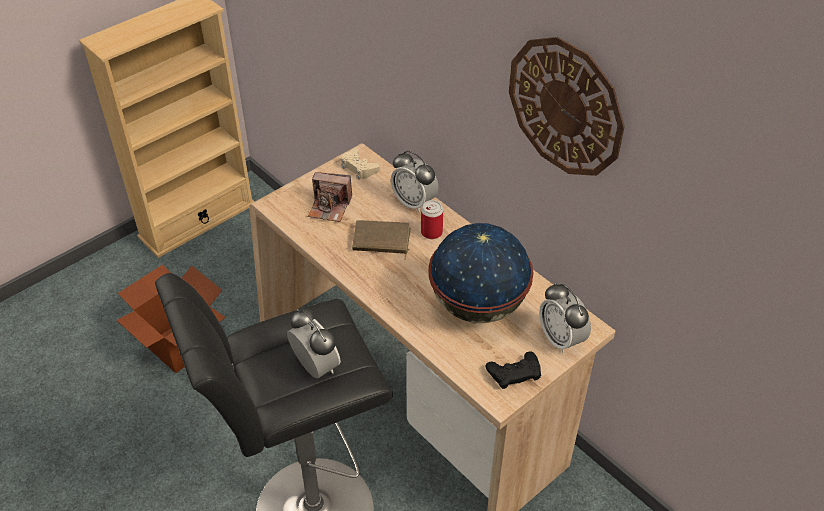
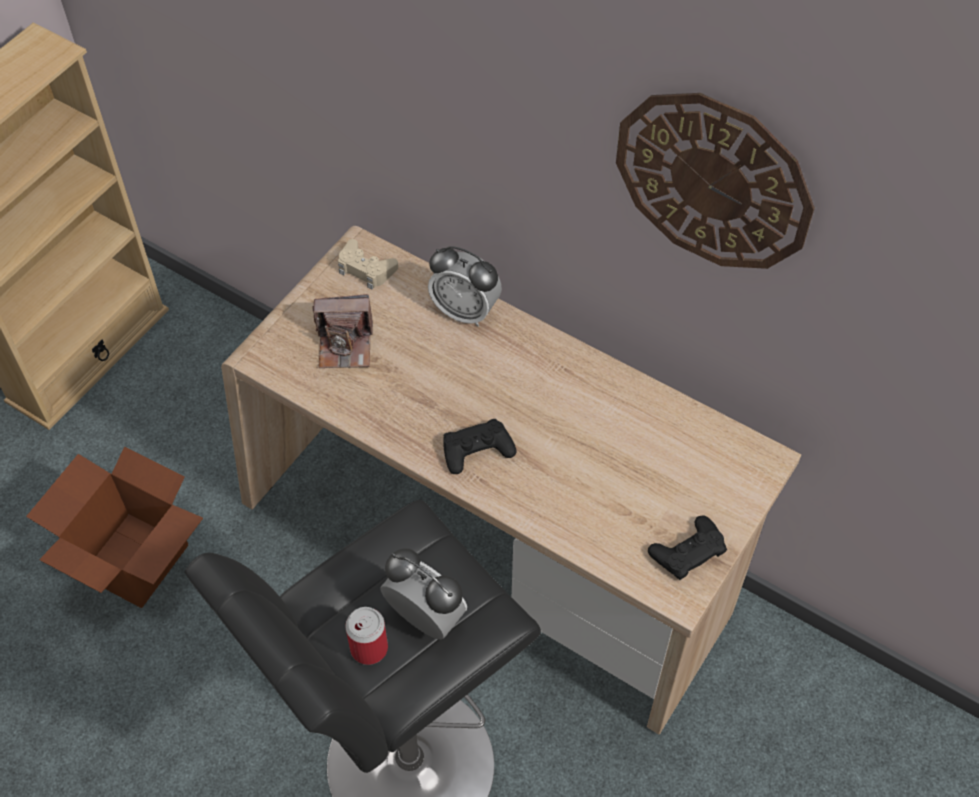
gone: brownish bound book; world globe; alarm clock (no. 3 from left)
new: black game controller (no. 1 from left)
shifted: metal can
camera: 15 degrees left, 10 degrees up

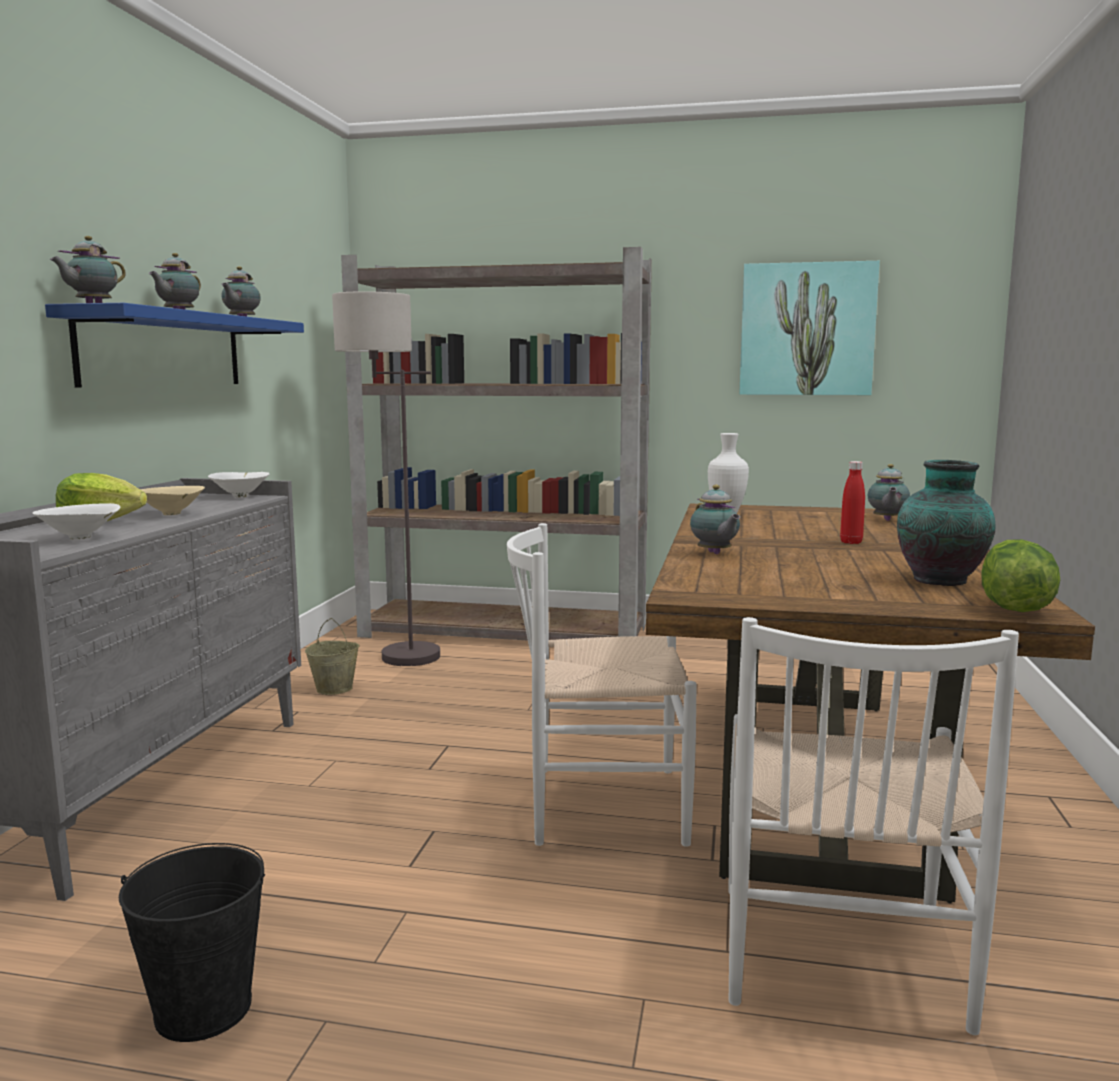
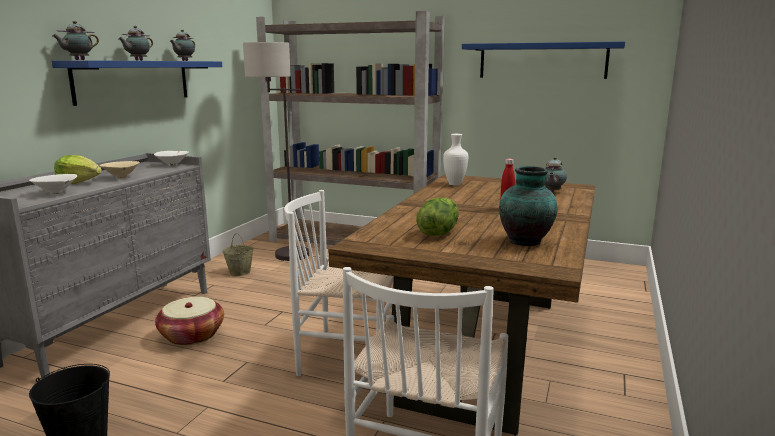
gone: pot for tea (no. 4 from left)
new: storage basket
shifted: lettuce (no. 2 from left)
swapped: wall picture to bluish wall shelf (no. 2 from left)
camera: 10 degrees right, 5 degrees up

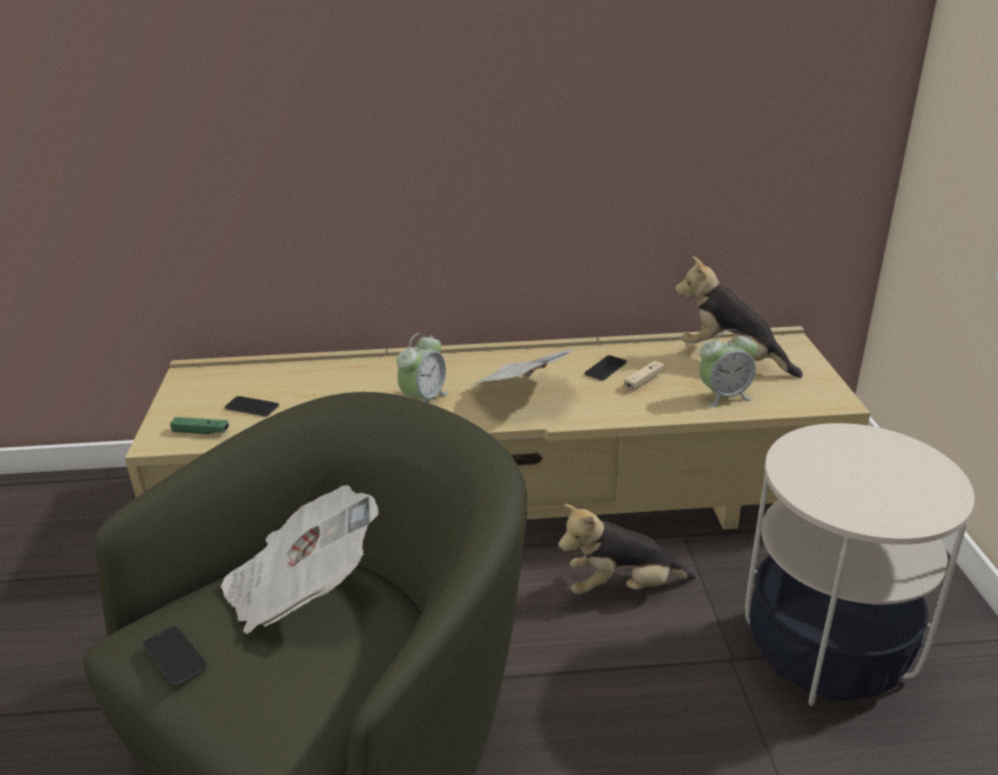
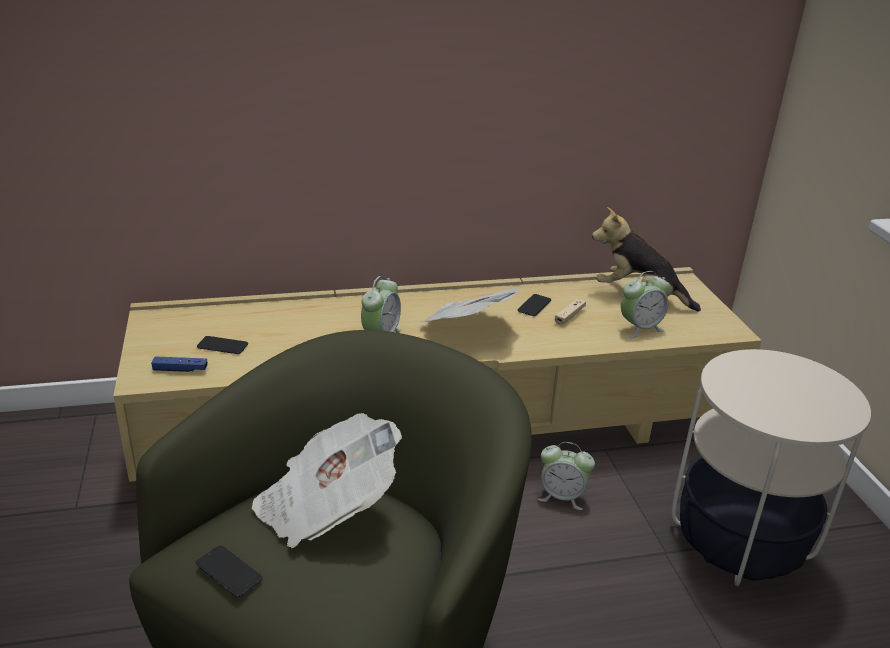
swapped: soft toy (no. 1 from left) to alarm clock (no. 2 from left)
repainted: greenish game controller to bluish game controller
camera: 10 degrees left, 0 degrees up

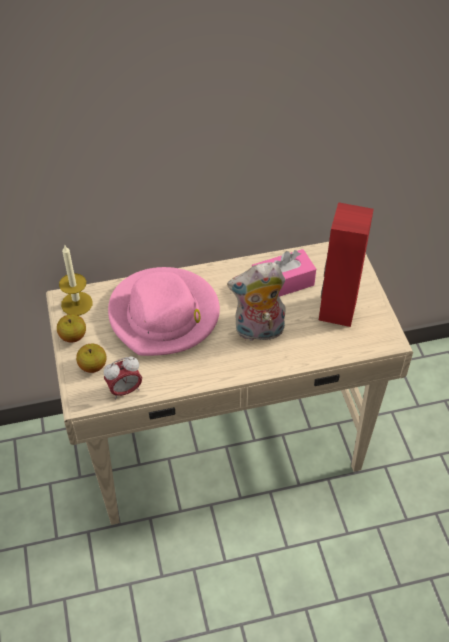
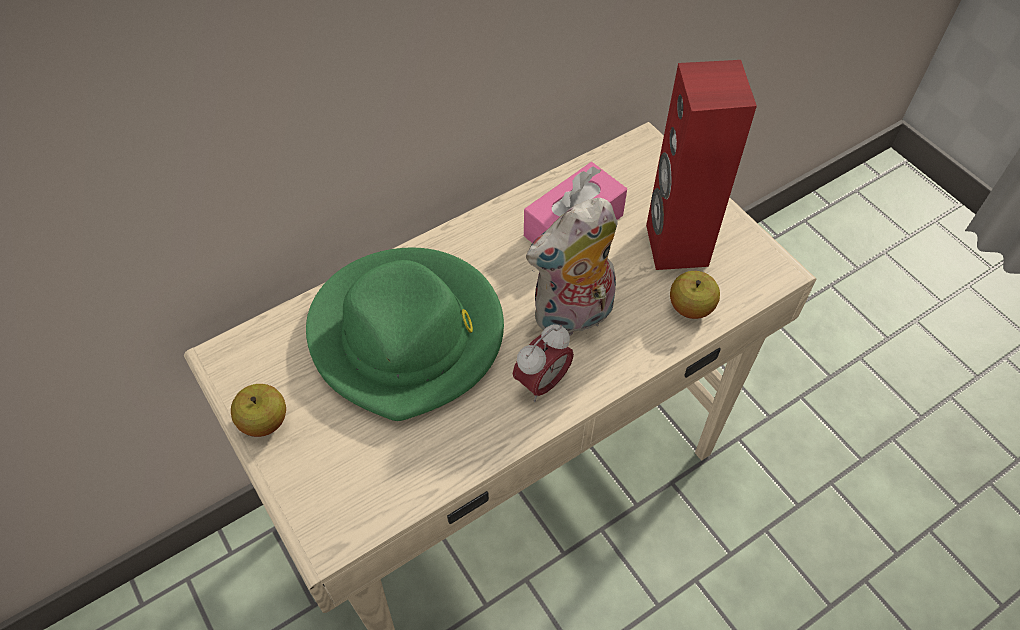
gone: wax candle
shifted: apple (no. 2 from left); alarm clock
repainted: pink hat to greenish hat
camera: 20 degrees left, 5 degrees up

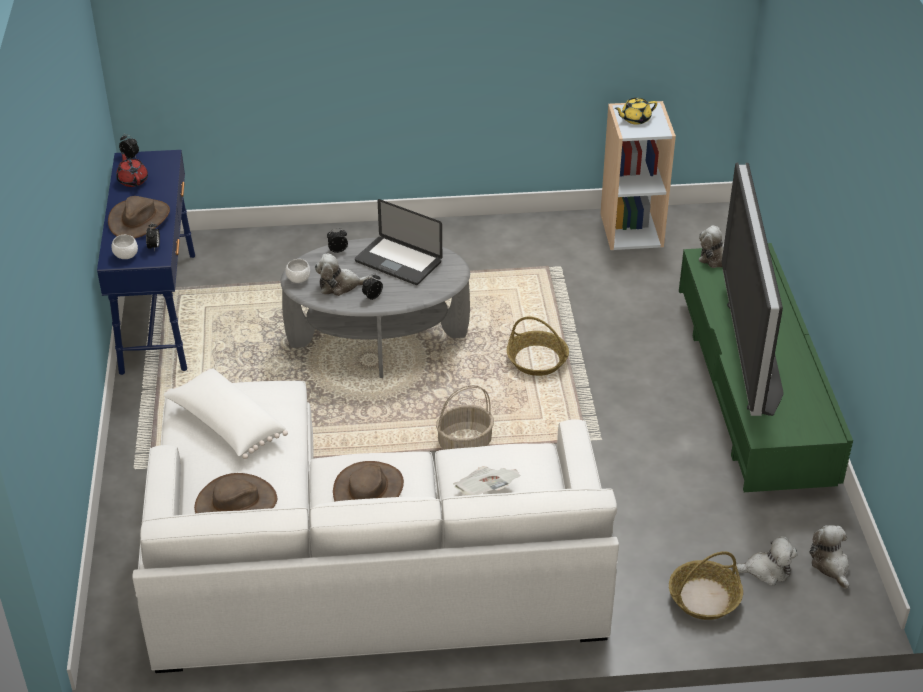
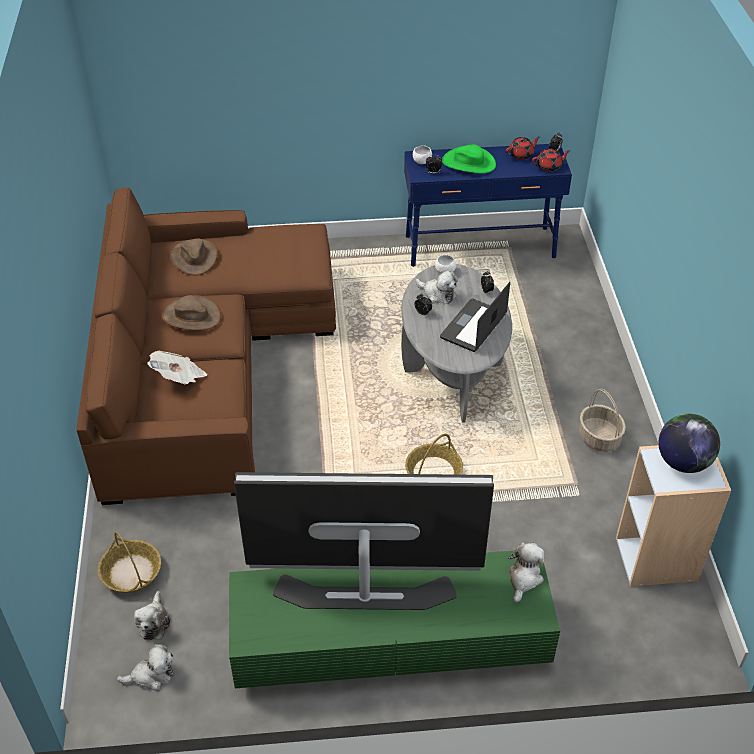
gone: white-coloured throw pillow
new: red pot for tea (no. 2 from left)
shifted: storage basket (no. 1 from left in the first image) to storage basket (no. 3 from left)
swapped: yellow pot for tea to world globe
repainted: brownish hat (no. 1 from left) to greenish hat; white-coloured sofa to brownish sofa
rotated: soft toy (no. 1 from left in the first image) 135 degrees clockwise
camera: 90 degrees right, 5 degrees up

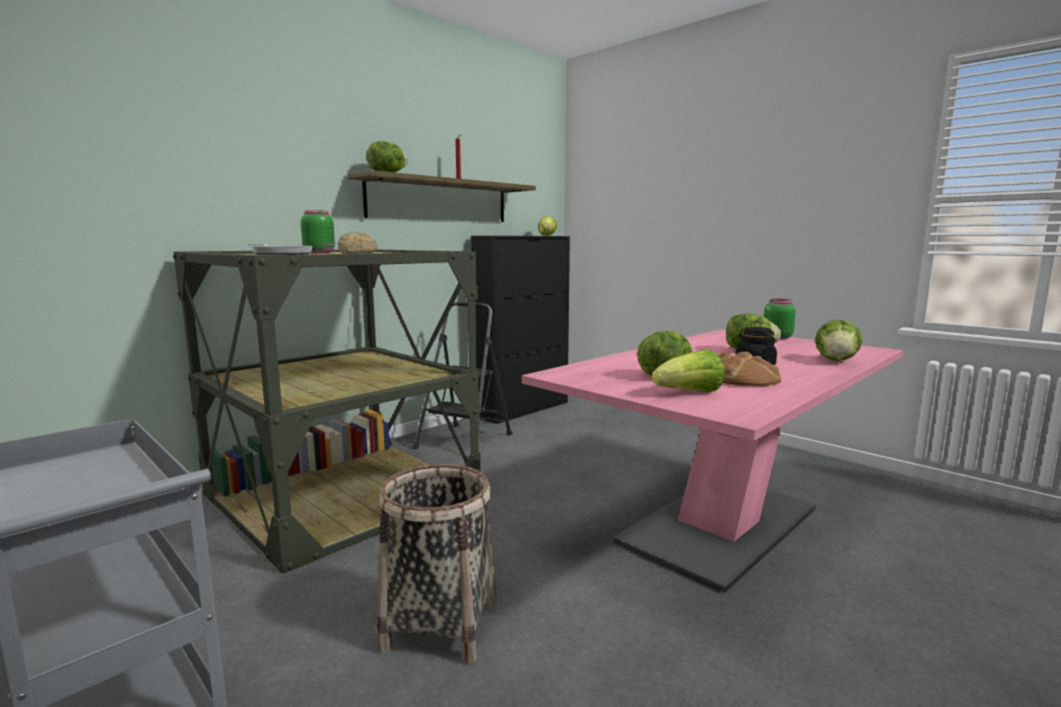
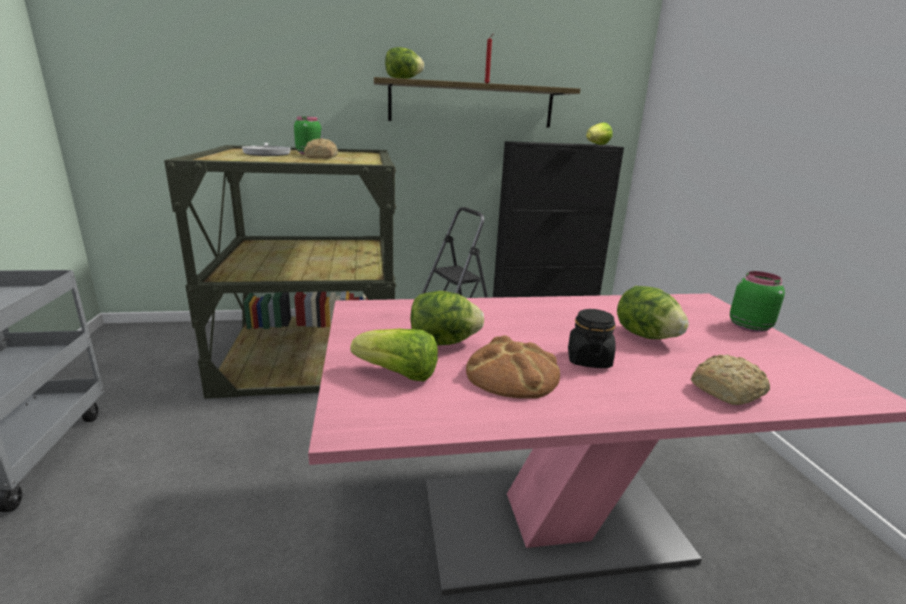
gone: storage basket
swapped: lettuce (no. 6 from left) to bread (no. 3 from left)
camera: 35 degrees right, 10 degrees up

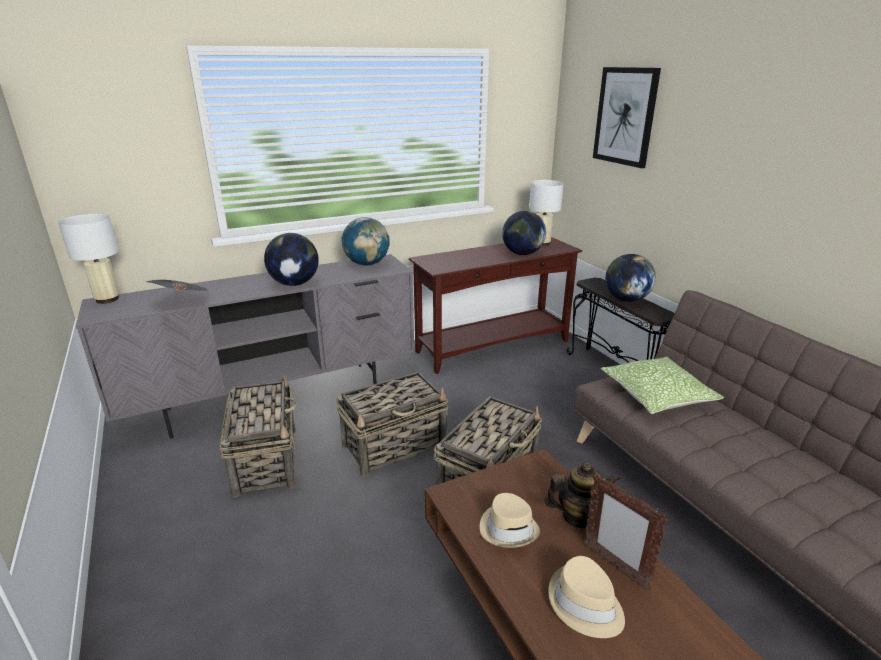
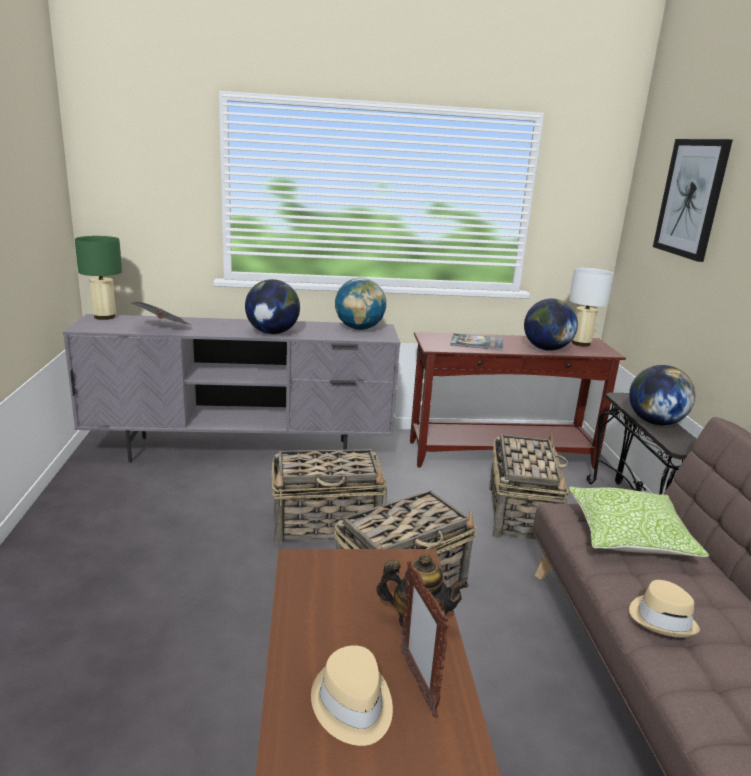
new: bound book
shifted: storage basket (no. 1 from left in the first image) to storage basket (no. 3 from left); sand-coloured hat (no. 1 from left in the first image) to sand-coloured hat (no. 2 from left)
repainted: white-coloured tabletop lamp (no. 1 from left) to greenish tabletop lamp
camera: 20 degrees right, 5 degrees down

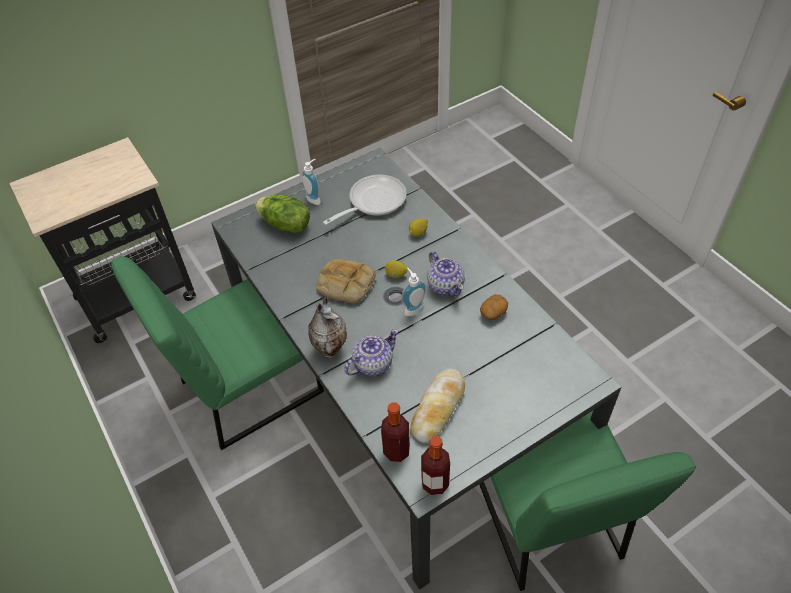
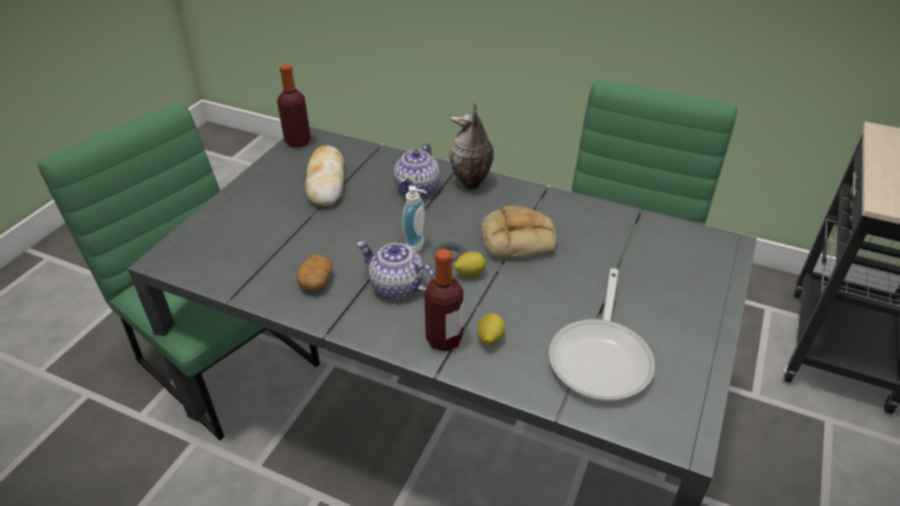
gone: soap dispenser (no. 1 from left); lettuce
shifted: beverage bottle (no. 1 from left in the first image) to beverage bottle (no. 2 from left)
camera: 145 degrees right, 10 degrees down

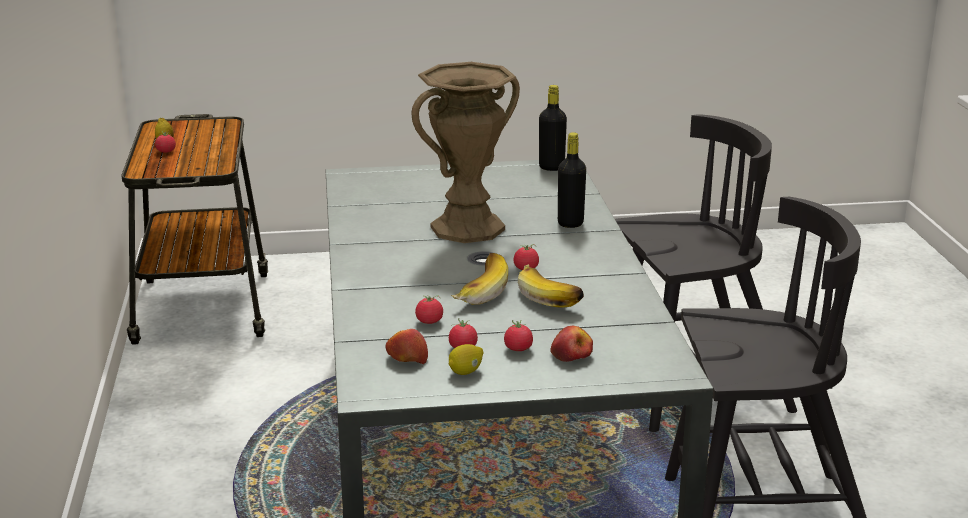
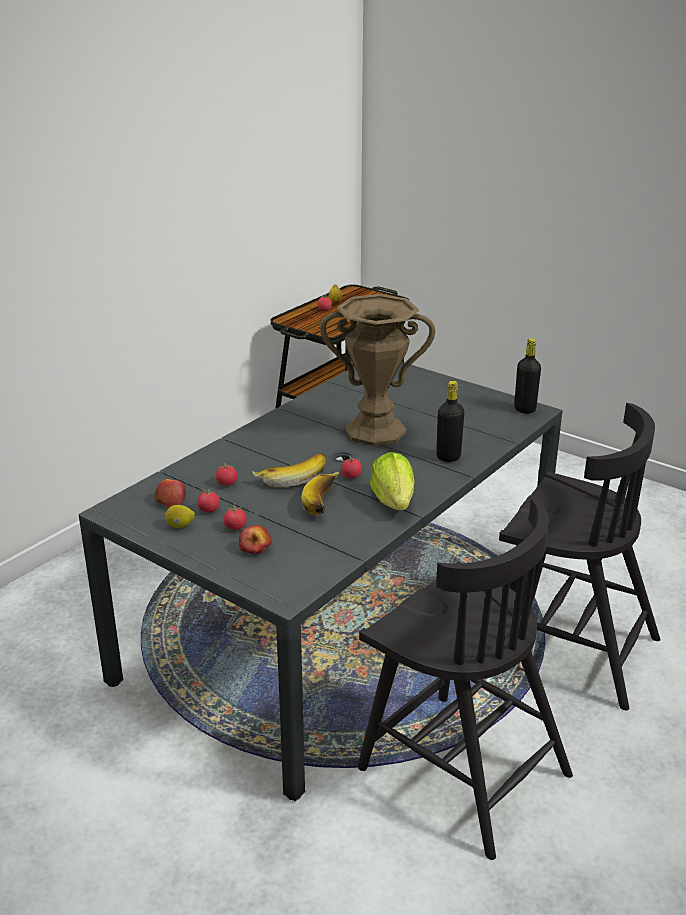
new: lettuce
camera: 45 degrees right, 5 degrees up

